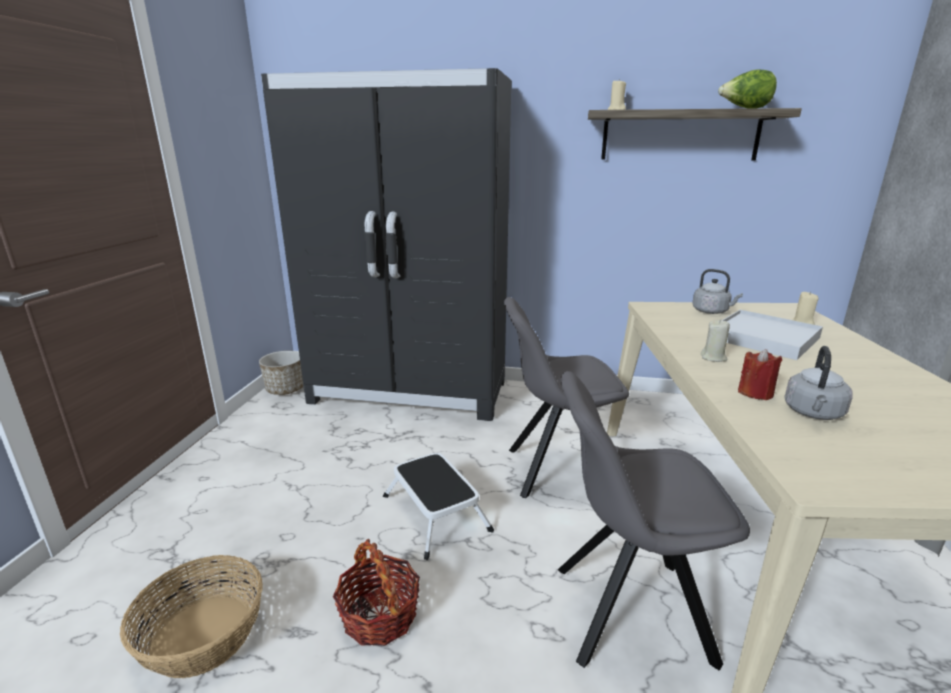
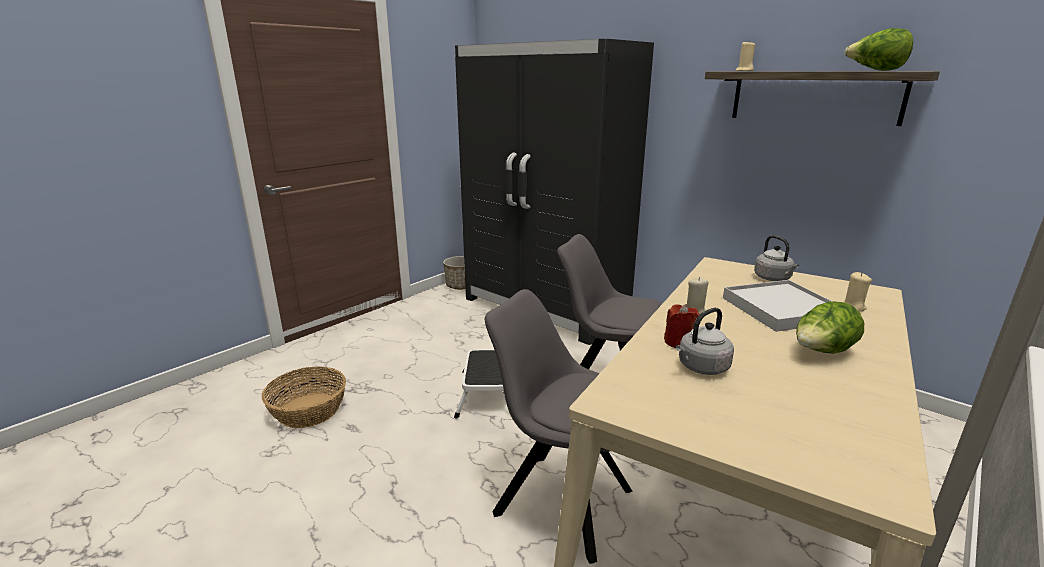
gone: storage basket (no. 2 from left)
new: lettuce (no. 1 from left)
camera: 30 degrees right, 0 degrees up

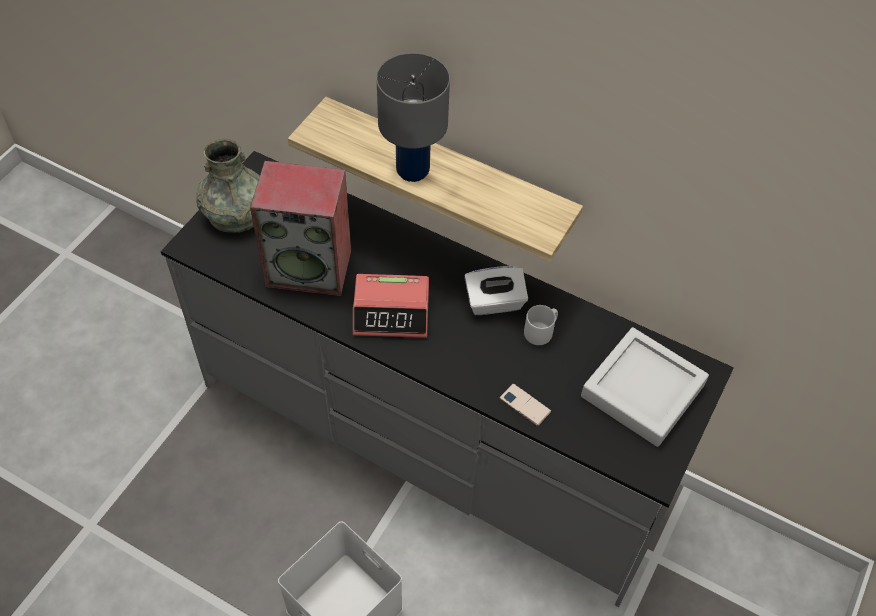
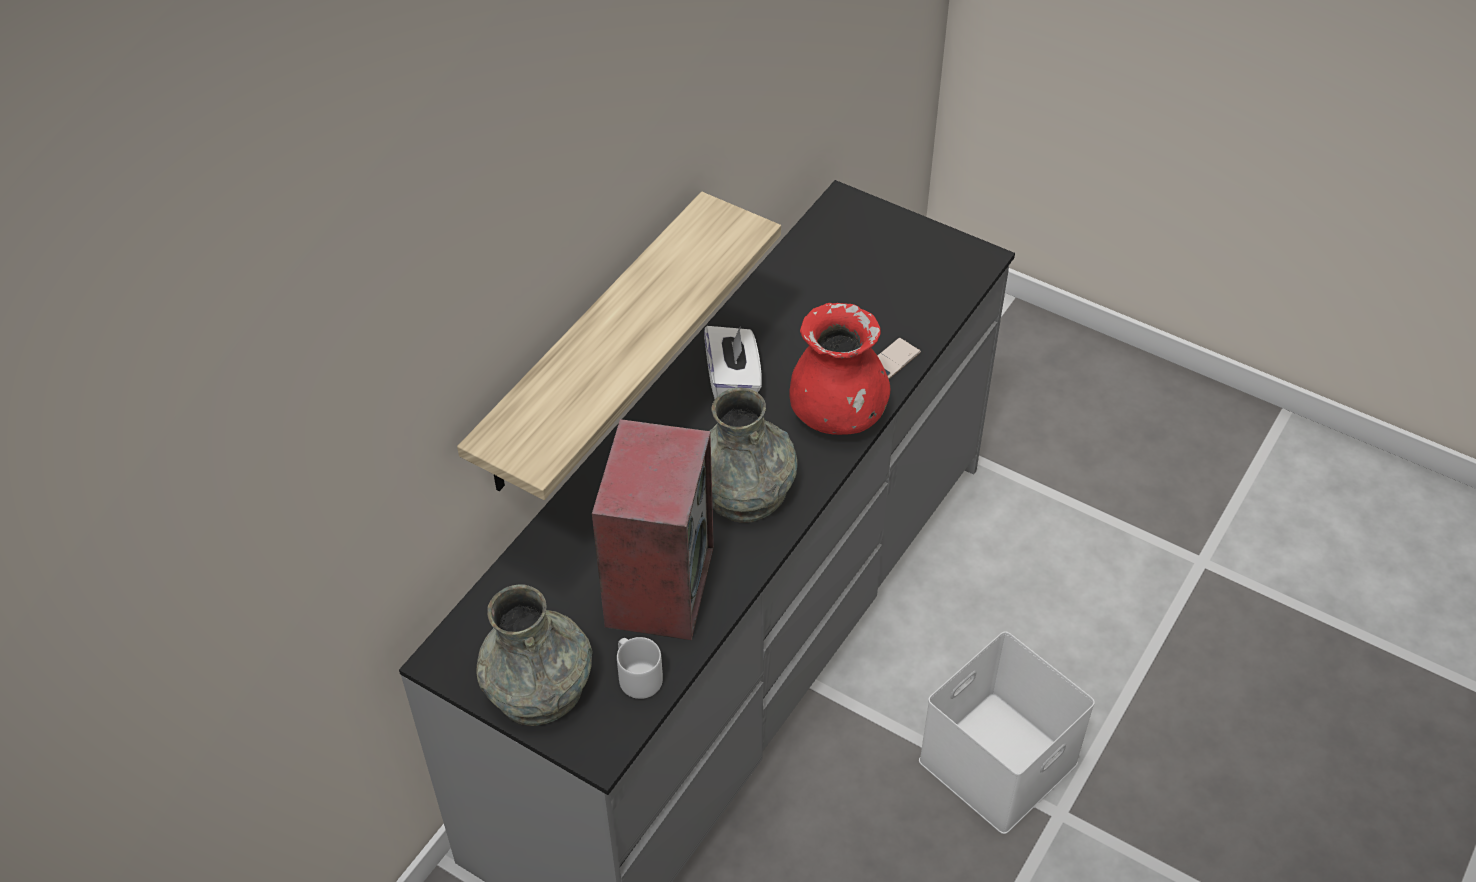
gone: gray tabletop lamp; gray carrying tray
new: red flower vase
shifted: gray tea mug
swapped: alarm clock to gray flower vase (no. 2 from left)
camera: 85 degrees left, 5 degrees down

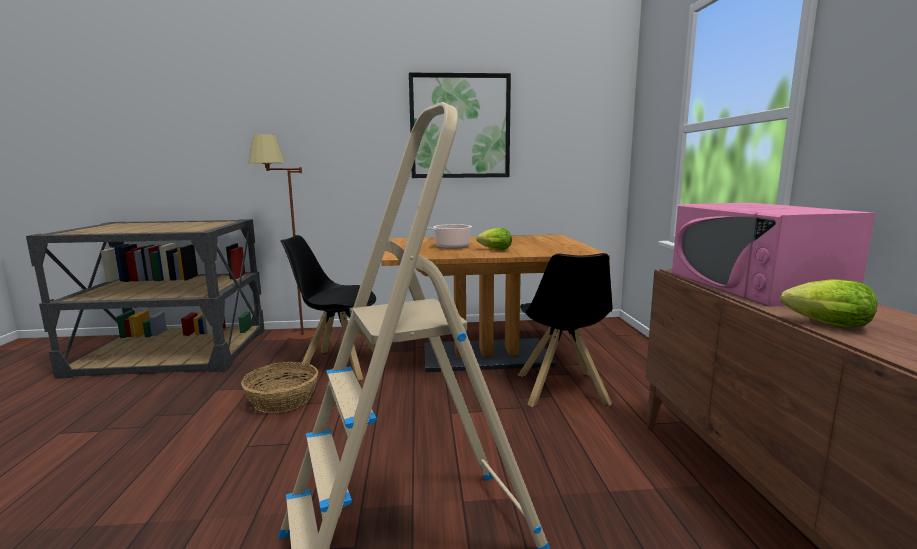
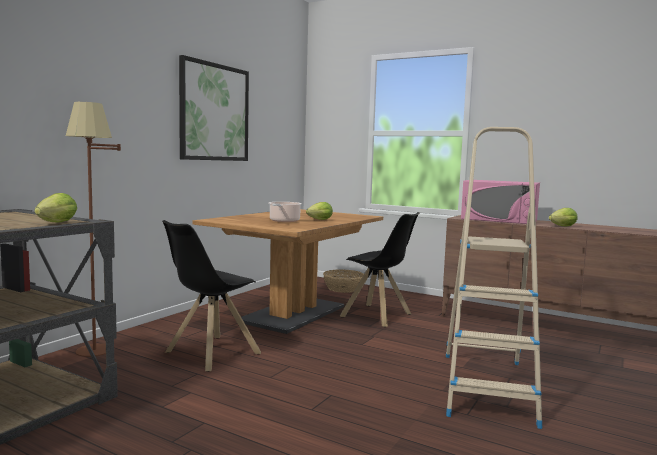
new: lettuce (no. 1 from left)
shifted: storage basket
camera: 55 degrees left, 5 degrees down

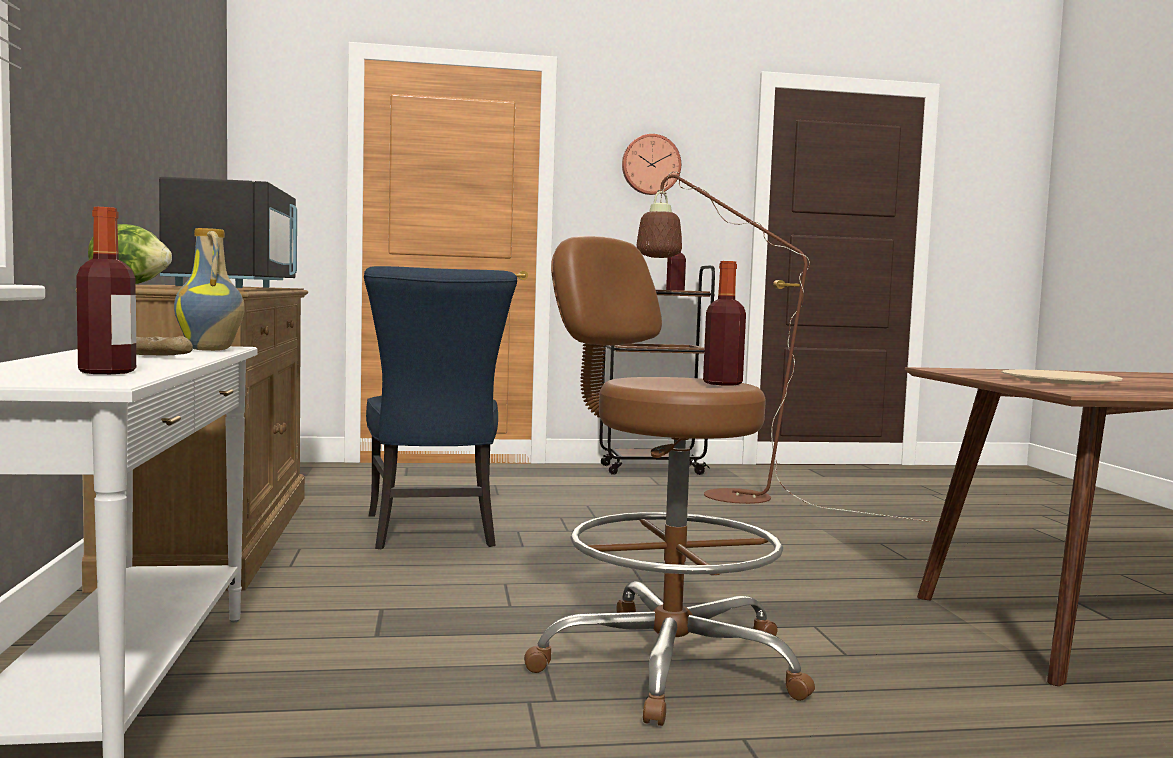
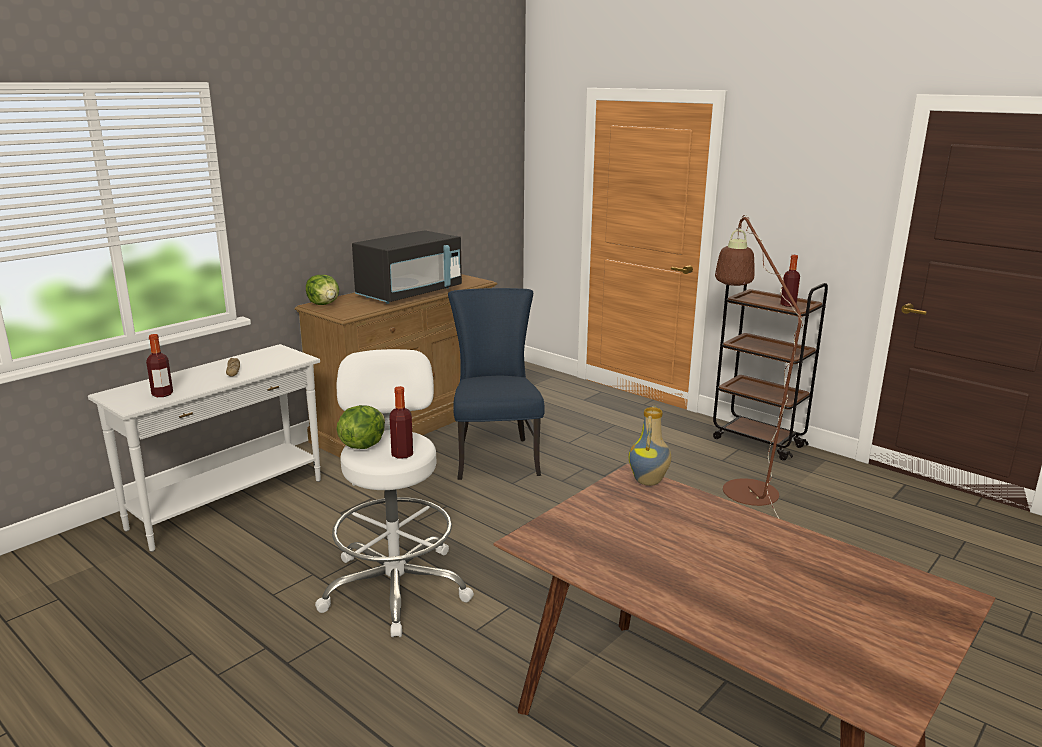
gone: clock on the wall; sand-coloured dinner plate
new: lettuce (no. 2 from left)
shifted: flower vase
repainted: brownish stool to white-coloured stool
rotated: bluish plain chair 135 degrees clockwise
camera: 50 degrees right, 15 degrees up

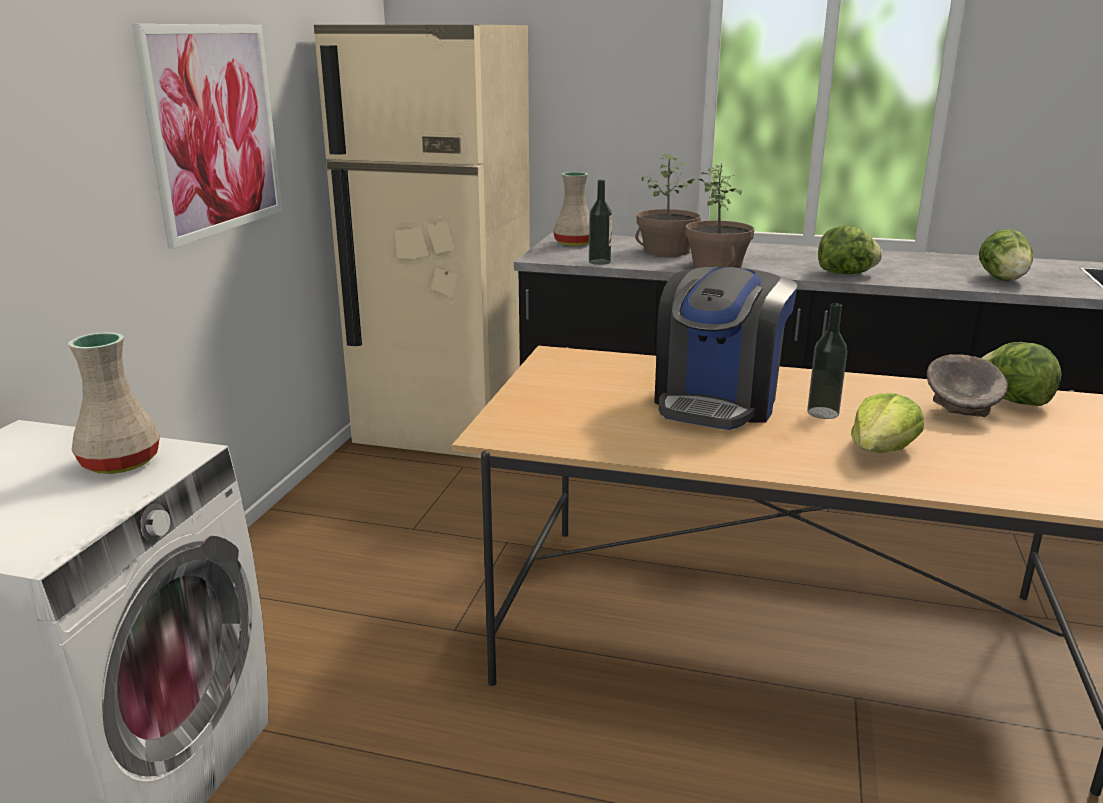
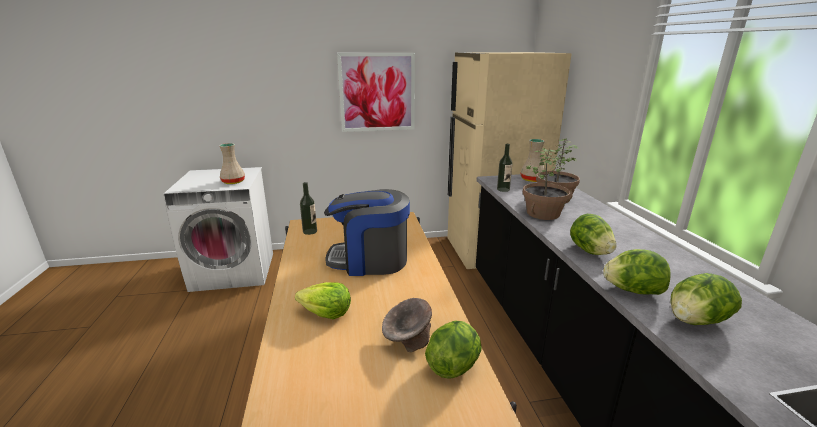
new: lettuce (no. 4 from left)
shifted: beverage bottle (no. 2 from left in the first image) to beverage bottle (no. 1 from left)
camera: 65 degrees right, 0 degrees up

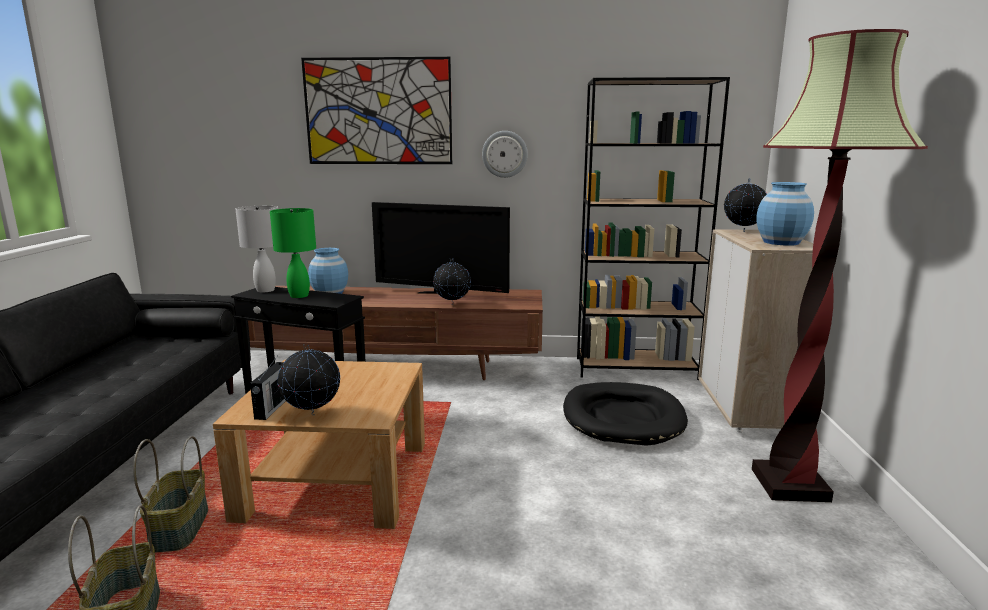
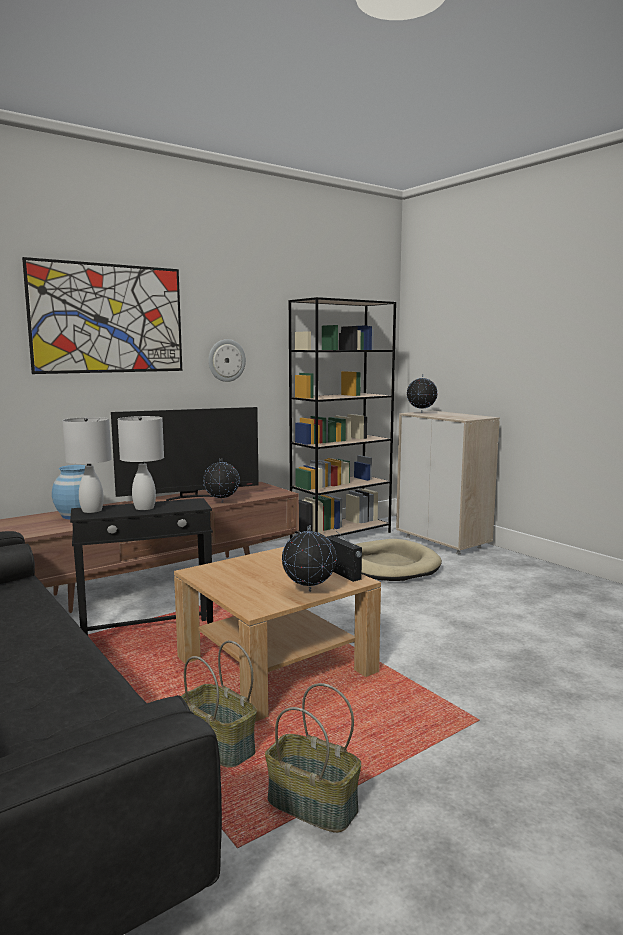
gone: standing lamp; bluish flower vase (no. 2 from left)
shifted: radio
repainted: greenish tabletop lamp to white-coloured tabletop lamp (no. 2 from left); black pet bed to sand-coloured pet bed
camera: 40 degrees left, 5 degrees down

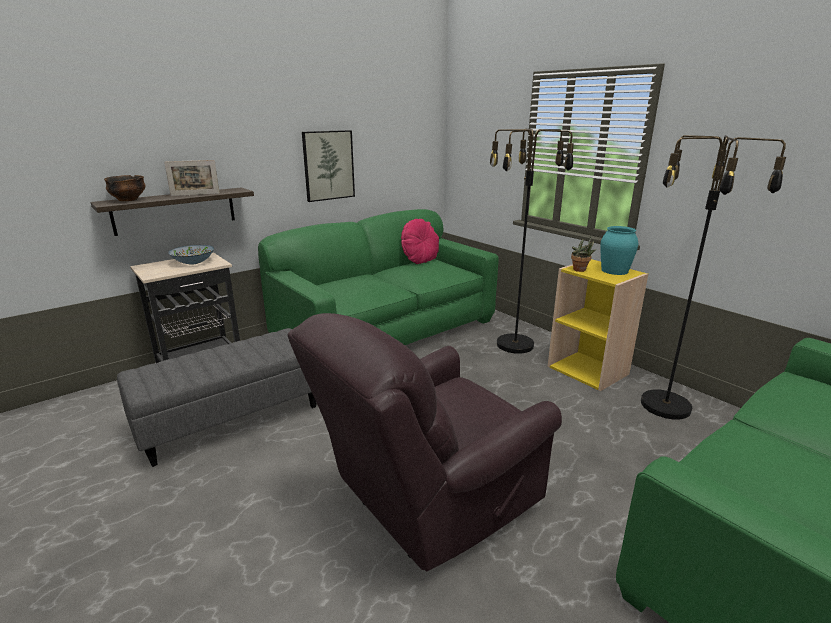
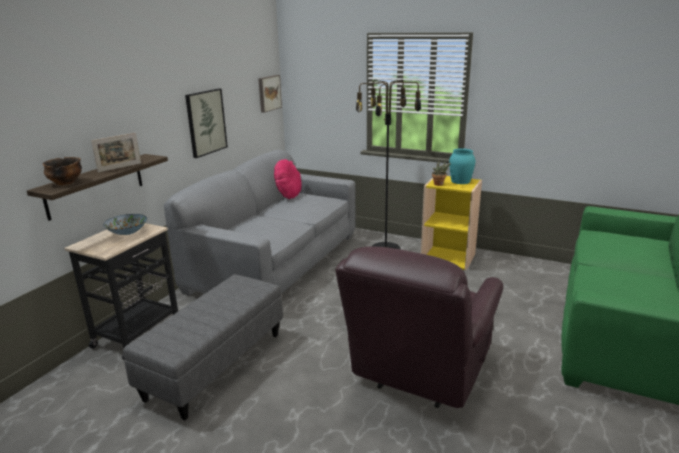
gone: standing lamp (no. 2 from left)
new: wall picture (no. 2 from left)
repainted: greenish sofa (no. 1 from left) to gray sofa
camera: 25 degrees left, 0 degrees up

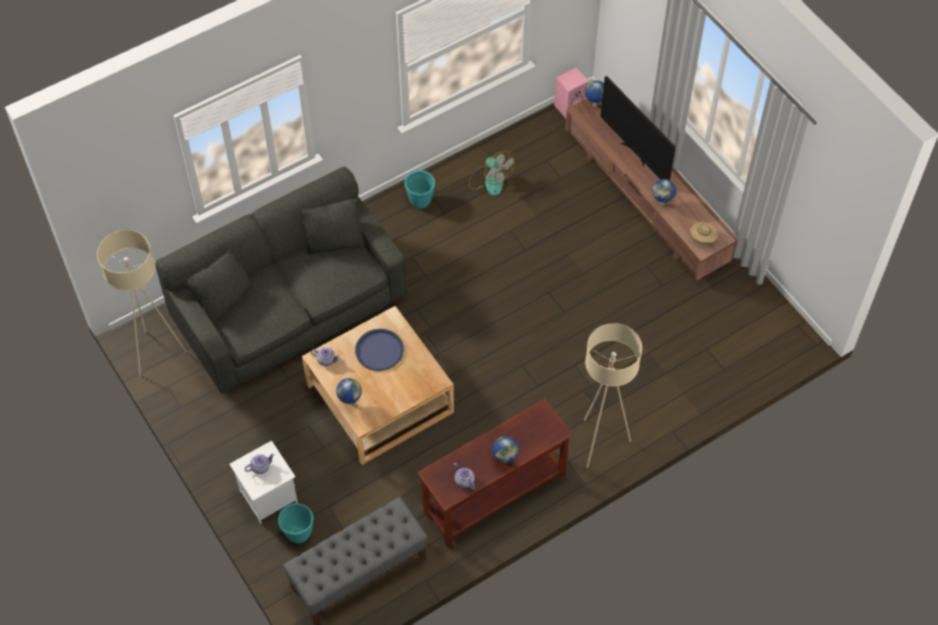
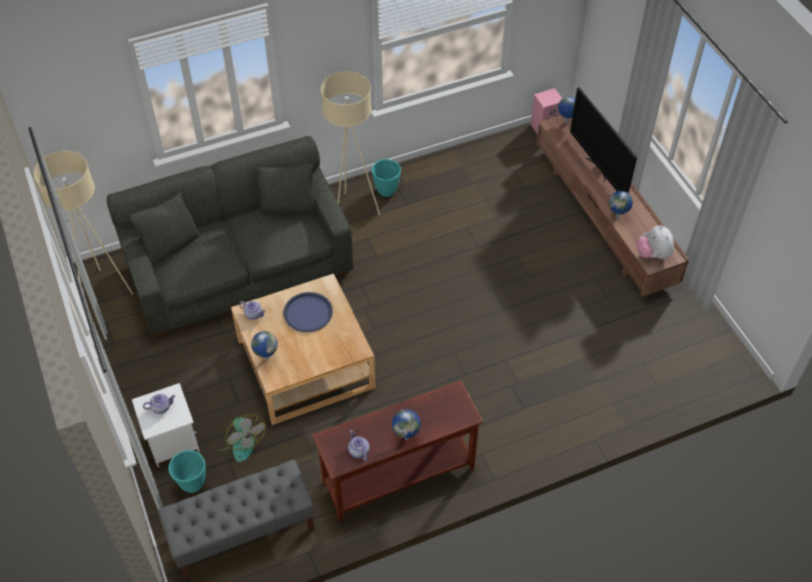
shifted: fan; sand-coloured standing lamp (no. 2 from left)
swapped: sand-coloured hat to soft toy
camera: 10 degrees right, 5 degrees down

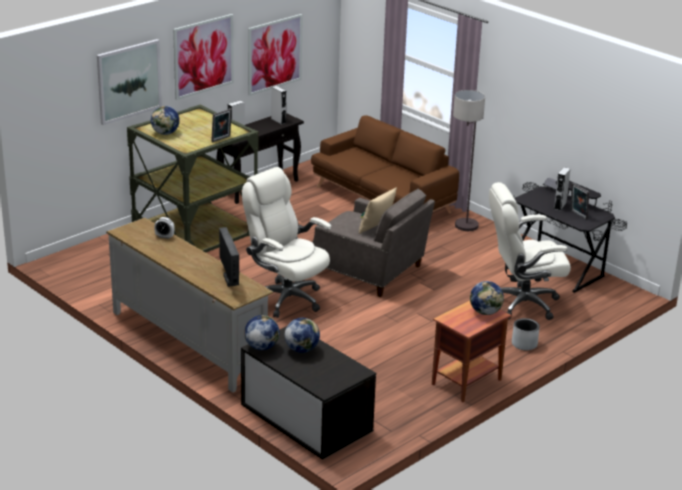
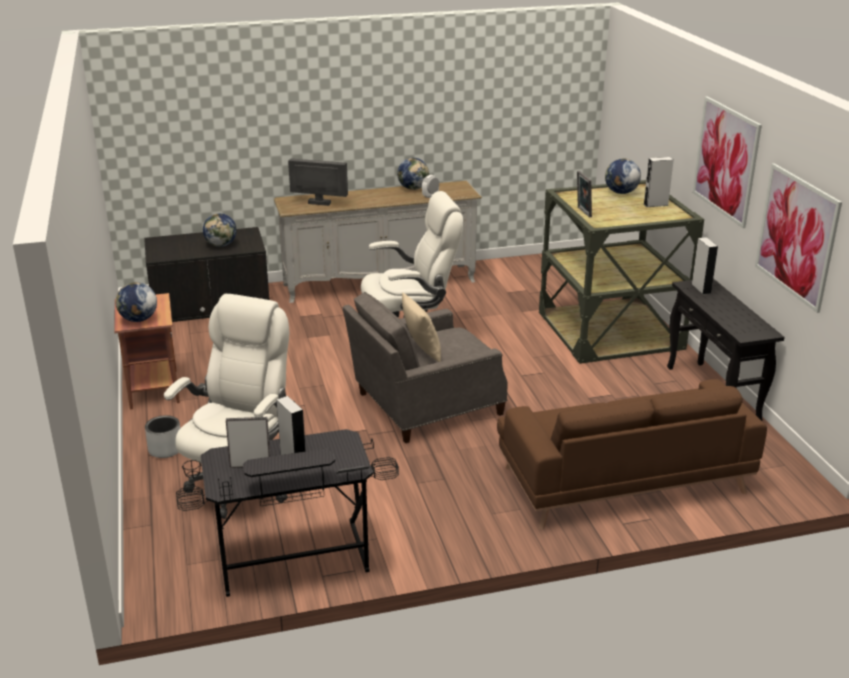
gone: wall picture (no. 1 from left); gray standing lamp
shifted: gray speaker (no. 2 from left); world globe (no. 2 from left in the first image) to world globe (no. 3 from left)
camera: 120 degrees right, 0 degrees up

